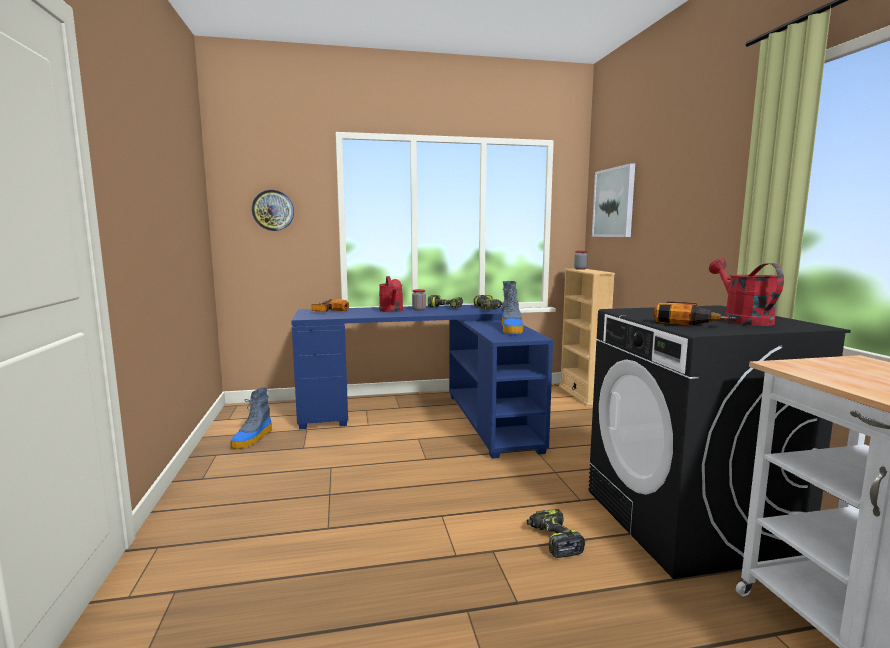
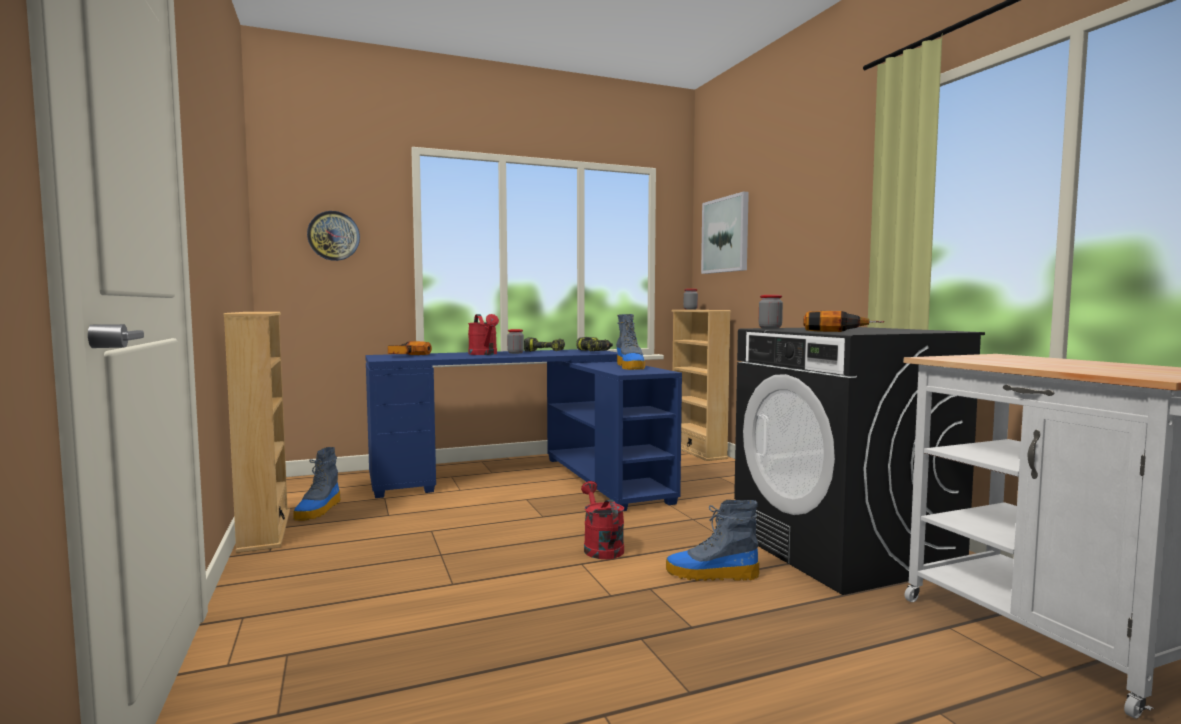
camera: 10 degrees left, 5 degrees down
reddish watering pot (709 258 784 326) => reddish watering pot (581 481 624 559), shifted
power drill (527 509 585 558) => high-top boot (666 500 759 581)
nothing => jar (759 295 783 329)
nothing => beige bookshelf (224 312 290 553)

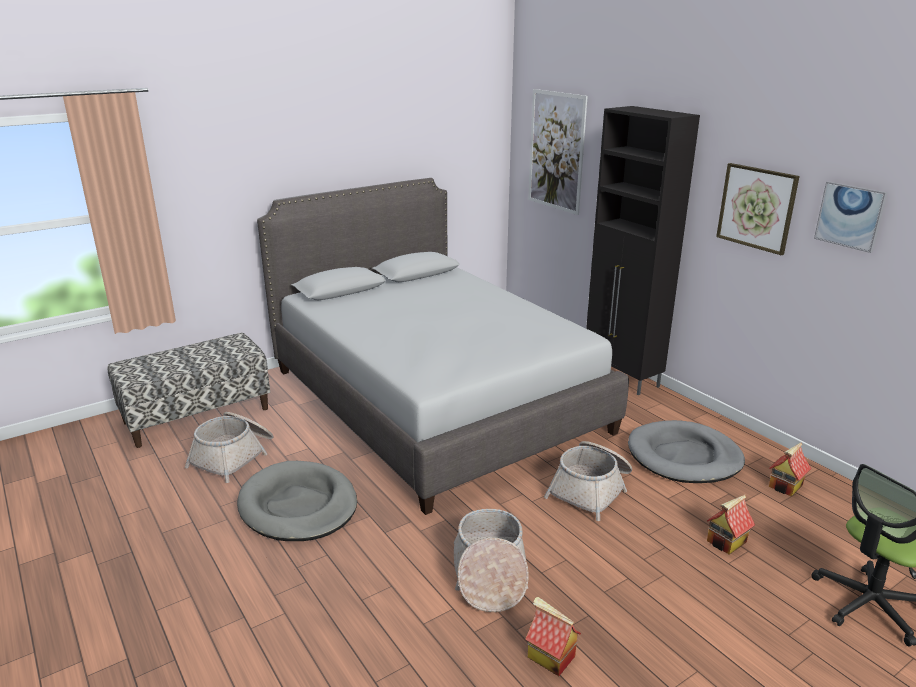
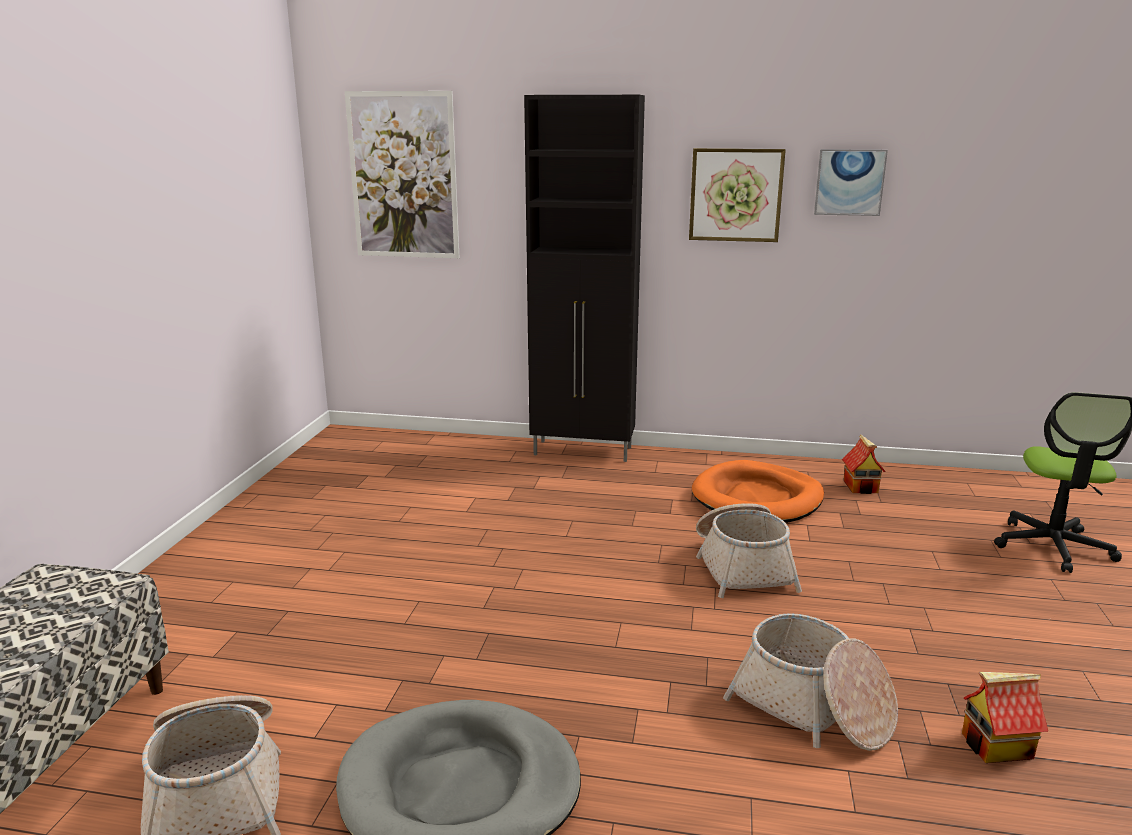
camera: 45 degrees left, 5 degrees down
greyish bed (257 178 629 515) => nothing
greyish dog cushion (628 420 745 483) => orangey dog cushion (692 460 824 523)
miniature house (706 495 755 554) => nothing

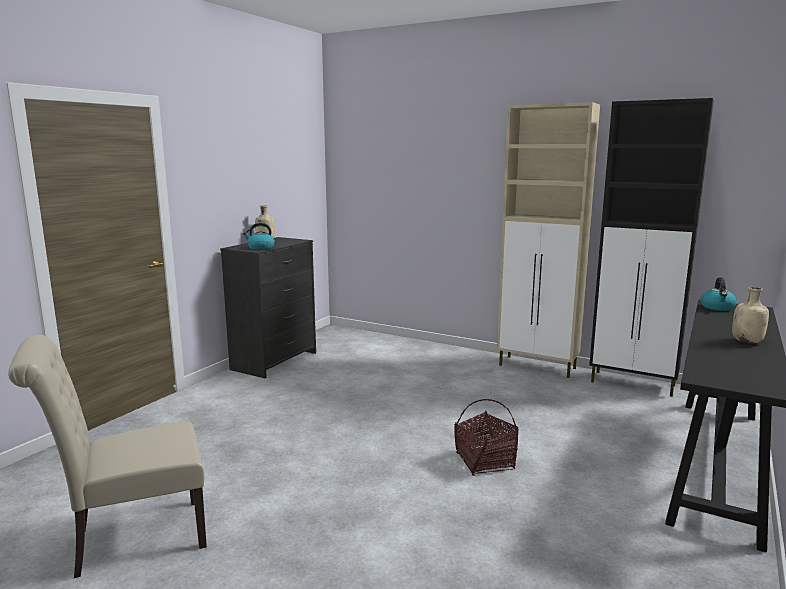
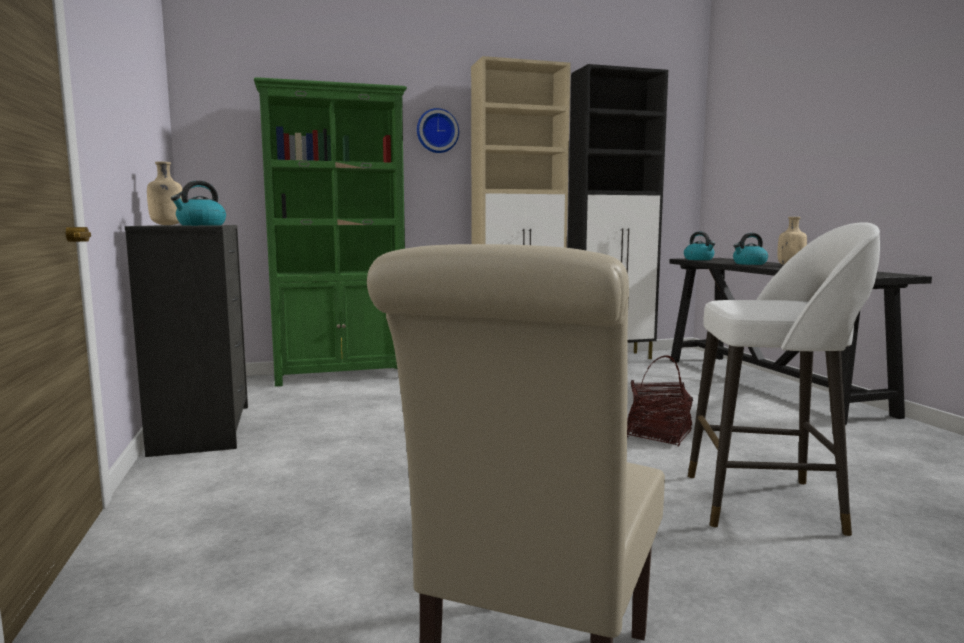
camera: 45 degrees left, 5 degrees down
nothing => greenish bookshelf (254 77 407 387)
nothing => wall clock (417 108 459 153)
nothing => white-coloured stool (688 222 880 537)
nothing => kettle (733 233 768 265)

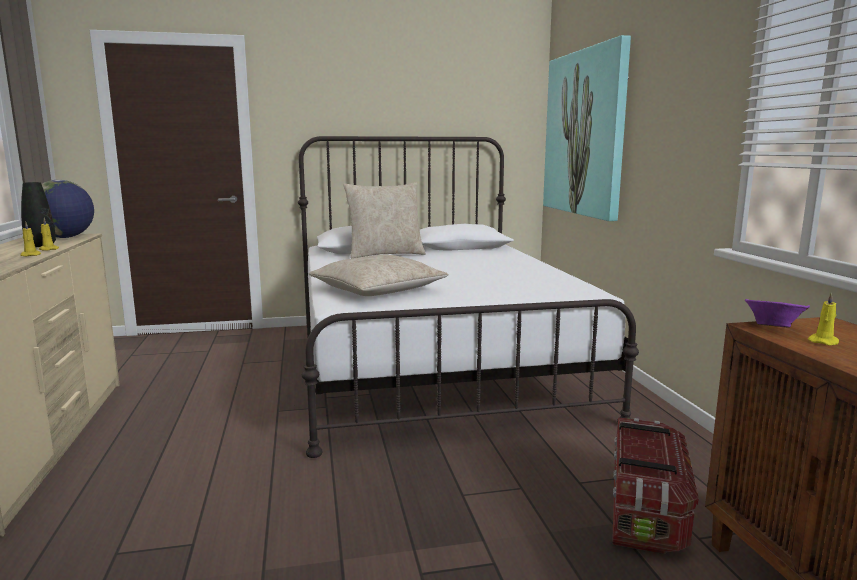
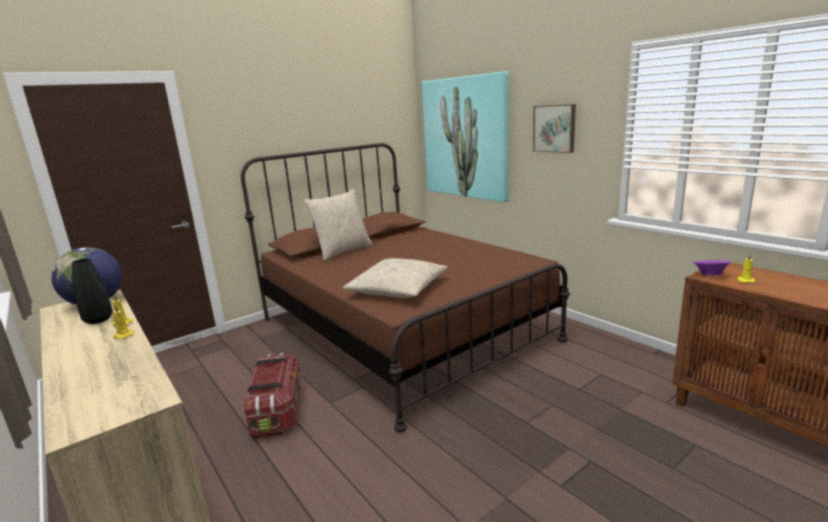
camera: 25 degrees left, 5 degrees up
white-coloured bed (298 136 639 458) => brownish bed (241 143 570 432)
storage box (612 417 699 554) => storage box (244 353 301 438), shifted
nothing => wall art (533 104 576 153)

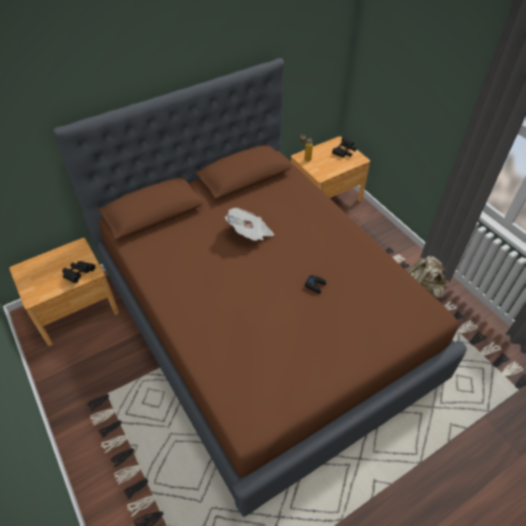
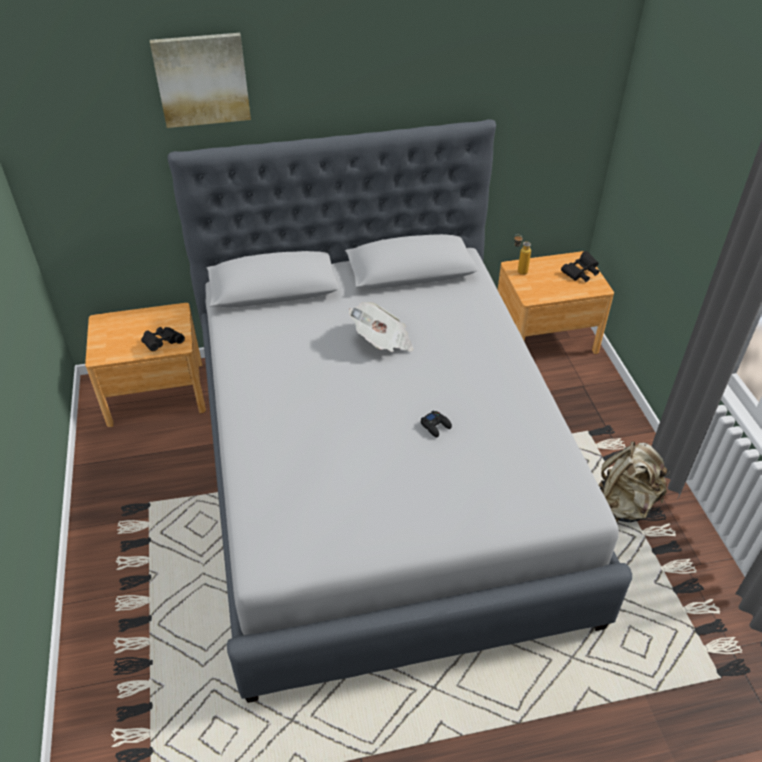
camera: 20 degrees right, 5 degrees down
brownish bed (53 58 467 517) => greyish bed (167 119 632 703)
nothing => wall art (150 33 251 128)

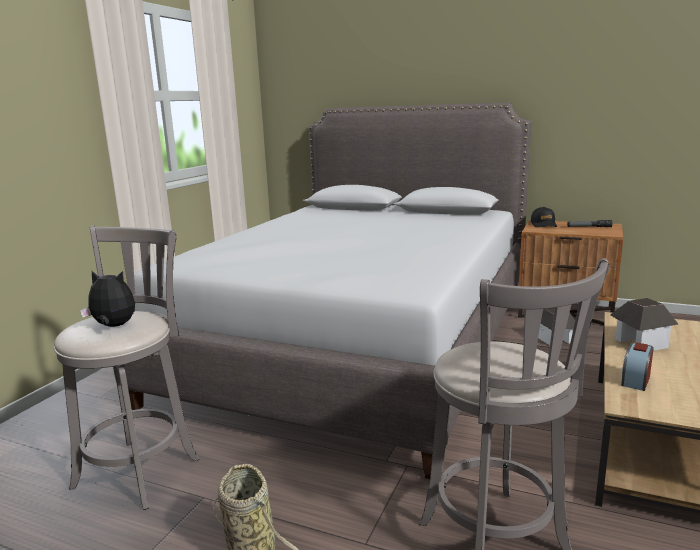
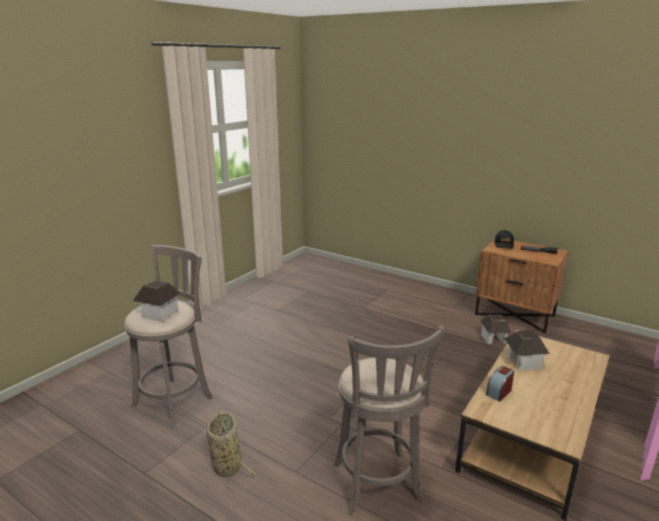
camera: 10 degrees right, 5 degrees up
greyish bed (113 103 532 479) => nothing
plush toy (80 271 135 327) => miniature house (133 281 182 322)

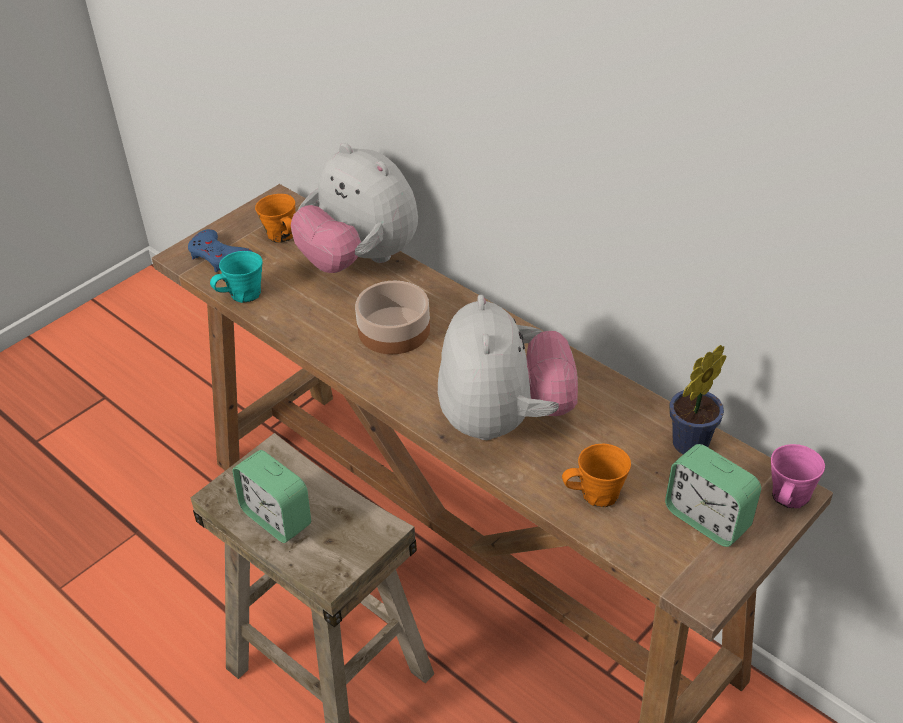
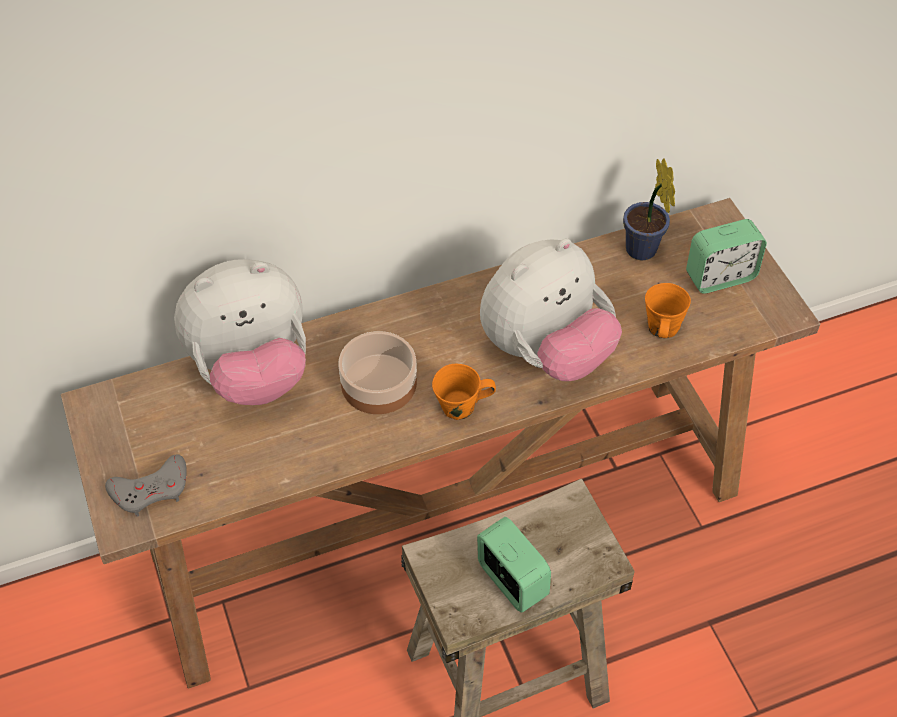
camera: 65 degrees left, 10 degrees up
orangey tea mug (255 194 295 243) => orangey tea mug (432 364 496 420), shifted
bluish game controller (188 229 253 272) => greyish game controller (105 454 187 517)
blue-green tea mug (210 251 263 303) => nothing
plush toy (438 295 578 440) => plush toy (480 238 622 381), 120 degrees clockwise
pinkish tea mug (771 444 825 508) => nothing
table clock (232 450 311 543) => table clock (477 517 551 613), 105 degrees counterclockwise

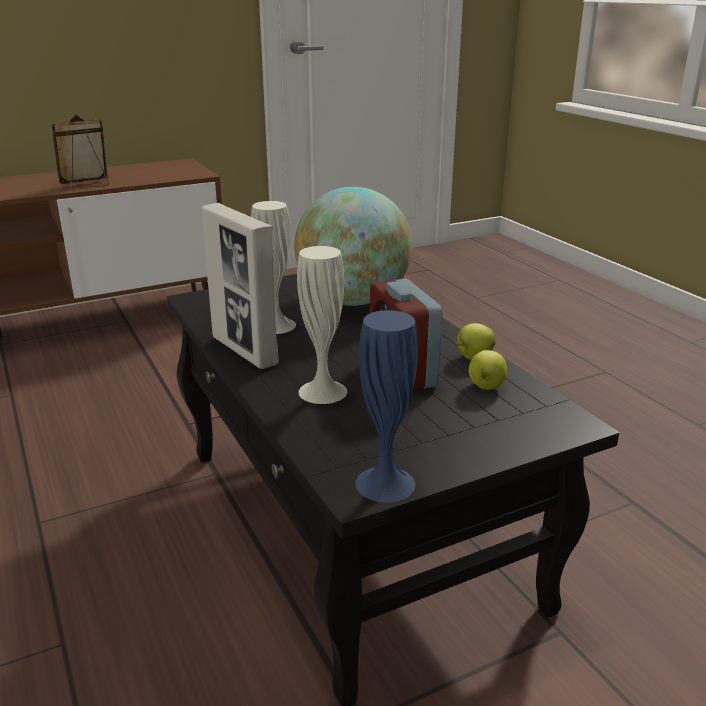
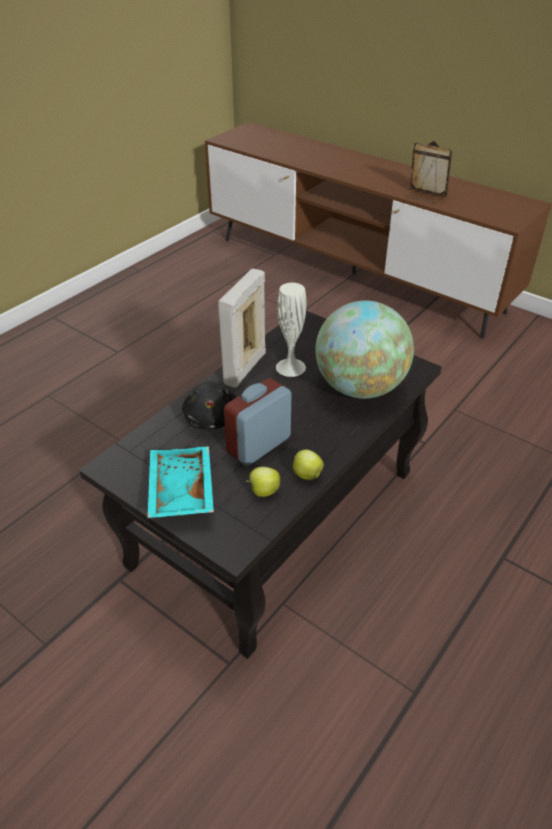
camera: 65 degrees right, 15 degrees up
white-coloured decorative vase (297 246 347 404) => blackish plush toy (182 381 237 430)
bluish decorative vase (355 310 418 503) => nothing
nothing => blue-green carrying tray (147 446 214 518)

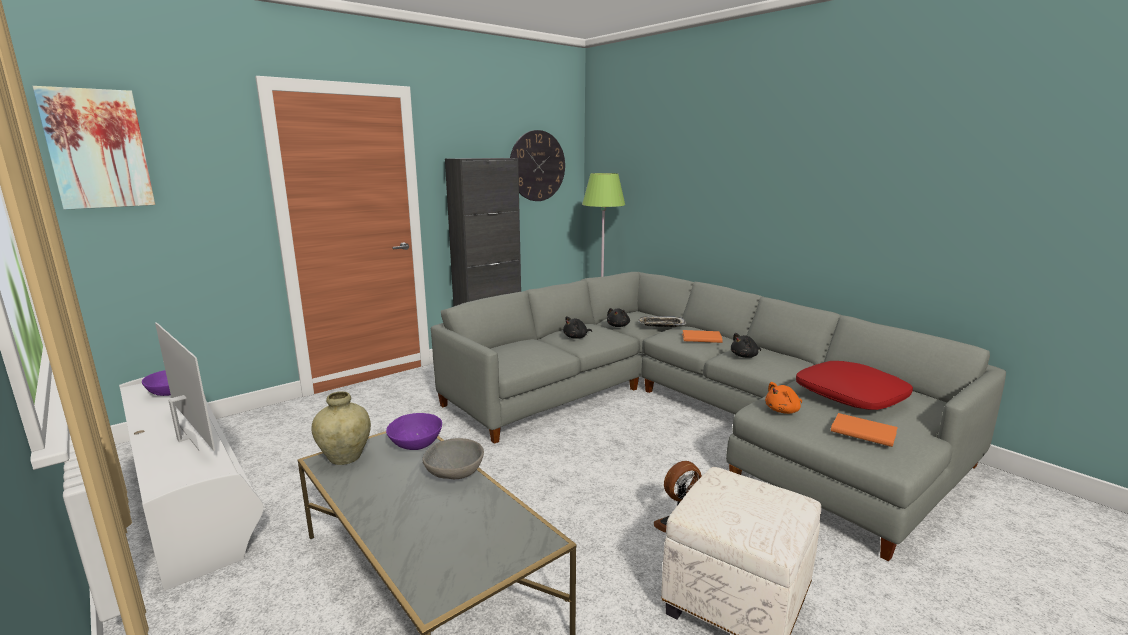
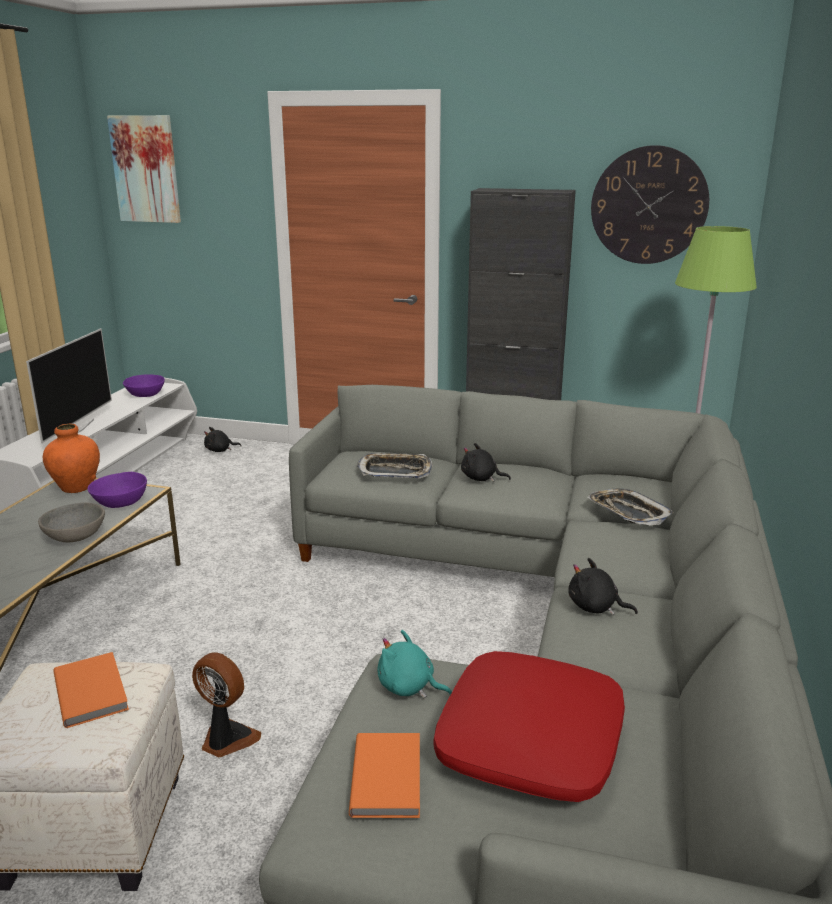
camera: 55 degrees right, 5 degrees up
blackish plush toy (607 308 630 327) => blackish plush toy (204 427 241 452), shifted
orangey book (682 330 723 343) => orangey book (53 652 129 728), shifted
orangey plush toy (765 382 802 414) => blue-green plush toy (377 630 452 698)
beige decorative vase (311 391 371 465) => orangey decorative vase (43 424 100 493)
nothing => carrying tray (357 453 433 478)

